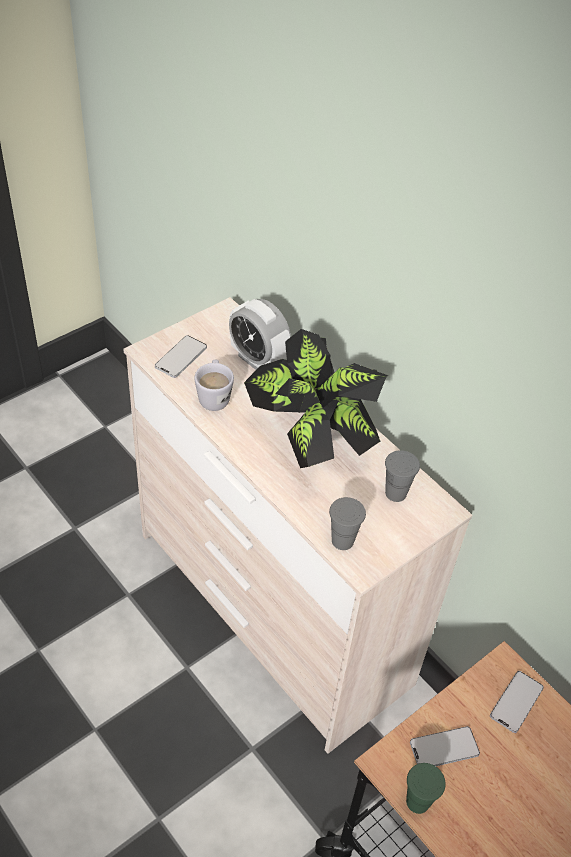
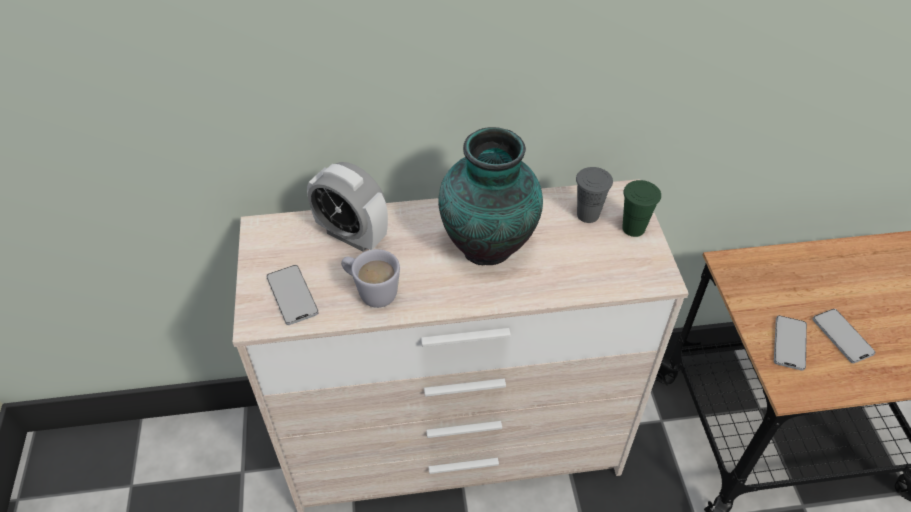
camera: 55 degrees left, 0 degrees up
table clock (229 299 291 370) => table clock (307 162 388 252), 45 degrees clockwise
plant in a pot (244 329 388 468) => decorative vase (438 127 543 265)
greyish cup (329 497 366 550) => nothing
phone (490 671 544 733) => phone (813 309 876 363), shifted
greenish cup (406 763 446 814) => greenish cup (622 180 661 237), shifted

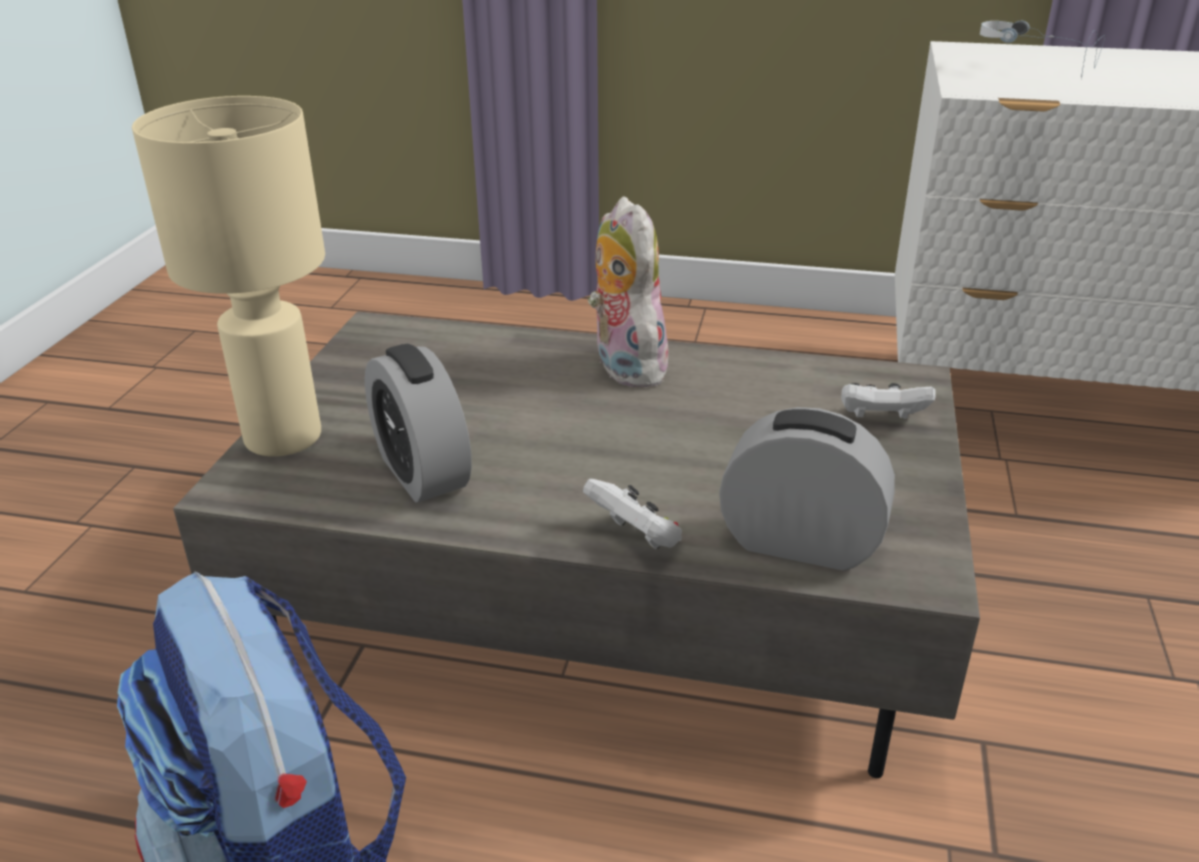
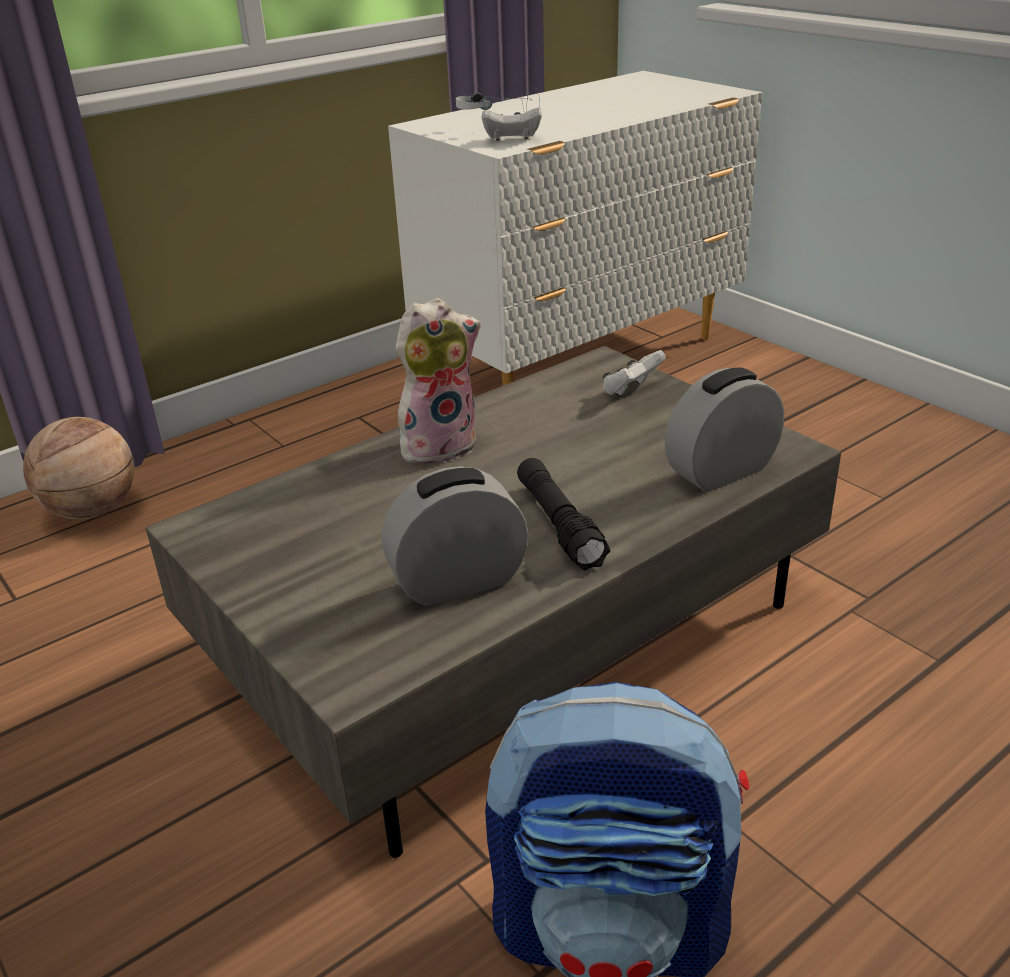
camera: 50 degrees left, 0 degrees up
beige table lamp (132 96 325 457) => nothing
plush toy (588 197 673 387) => plush toy (396 298 481 467), 135 degrees clockwise
table clock (365 344 472 503) => table clock (382 466 528 606), 150 degrees clockwise
white-coloured game controller (583 479 682 549) => white-coloured game controller (482 107 542 140), shifted
nothing => ball for basketball (23 417 134 519)
nothing => blackish hand torch (517 458 610 571)

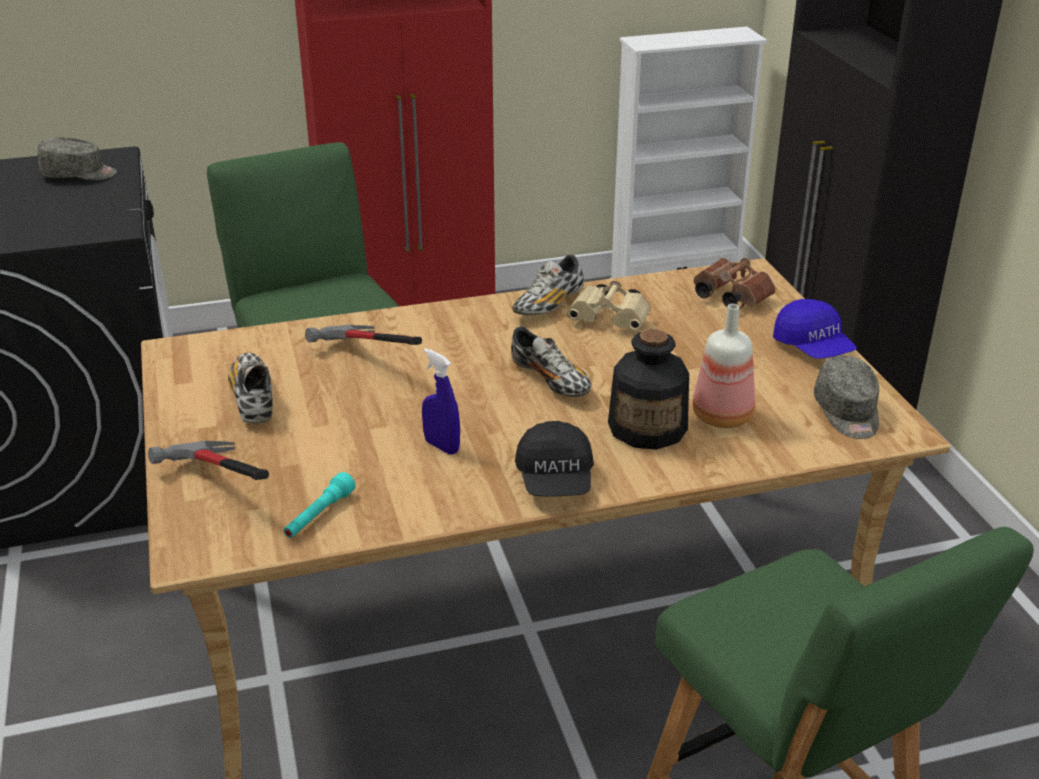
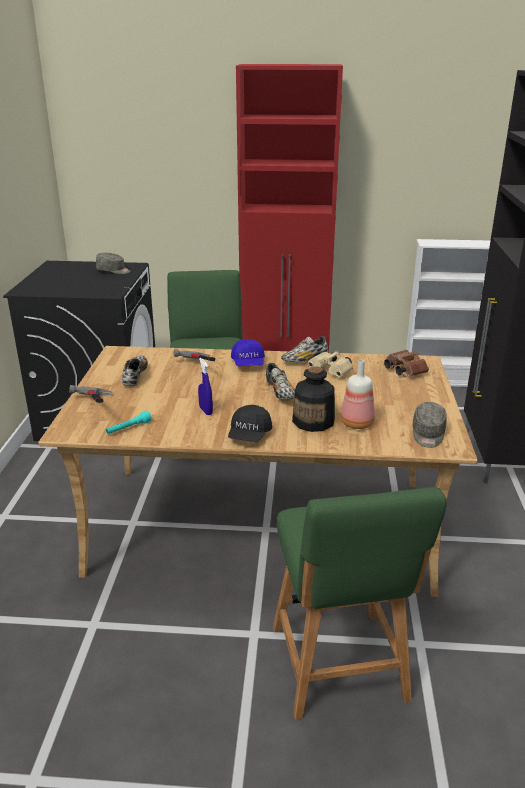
camera: 20 degrees right, 5 degrees down
bluish peaked cap (773 299 857 359) => bluish peaked cap (231 339 265 366), shifted

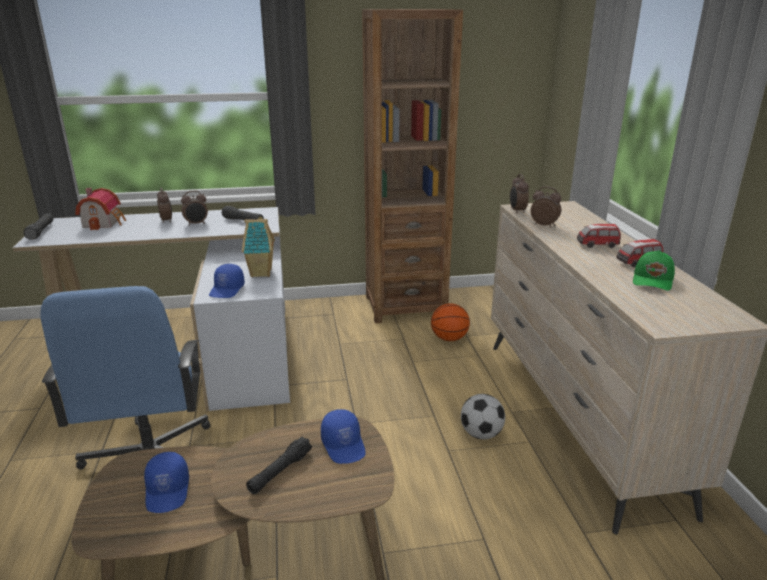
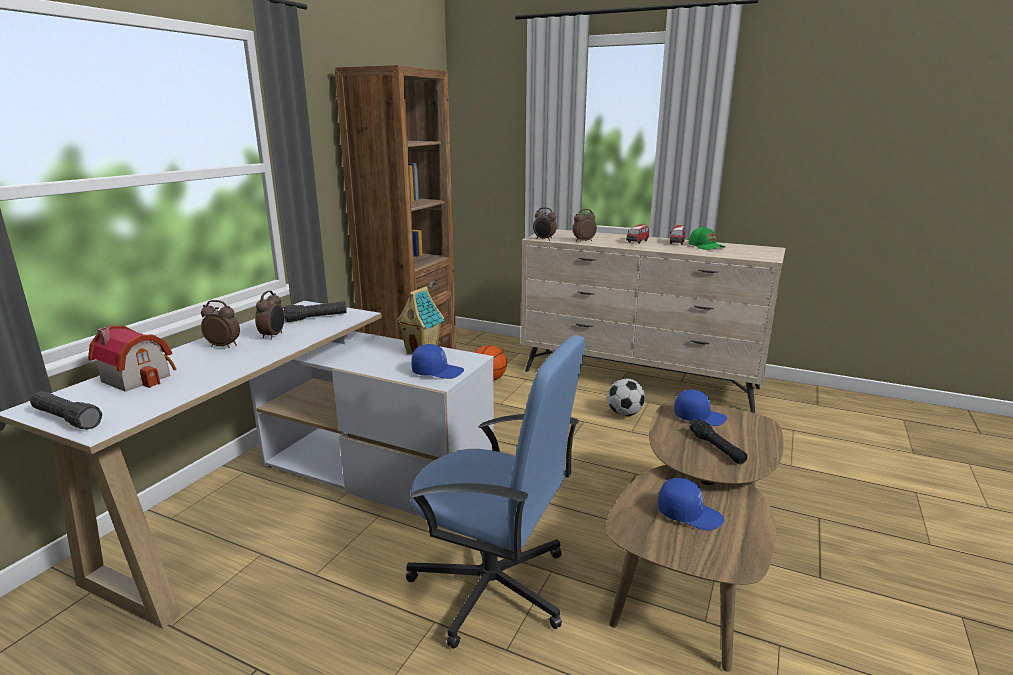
camera: 55 degrees left, 5 degrees down
bluish peaked cap (209 264 245 298) => bluish peaked cap (411 344 464 379), 45 degrees counterclockwise

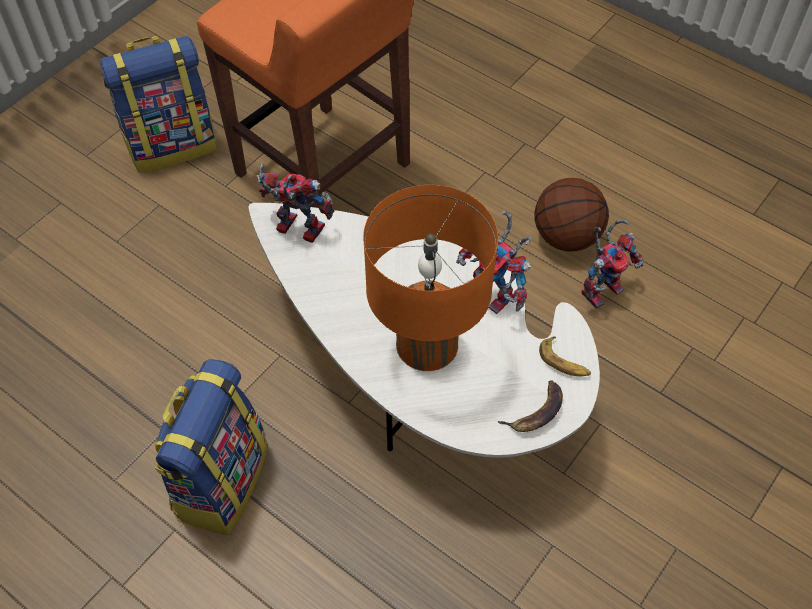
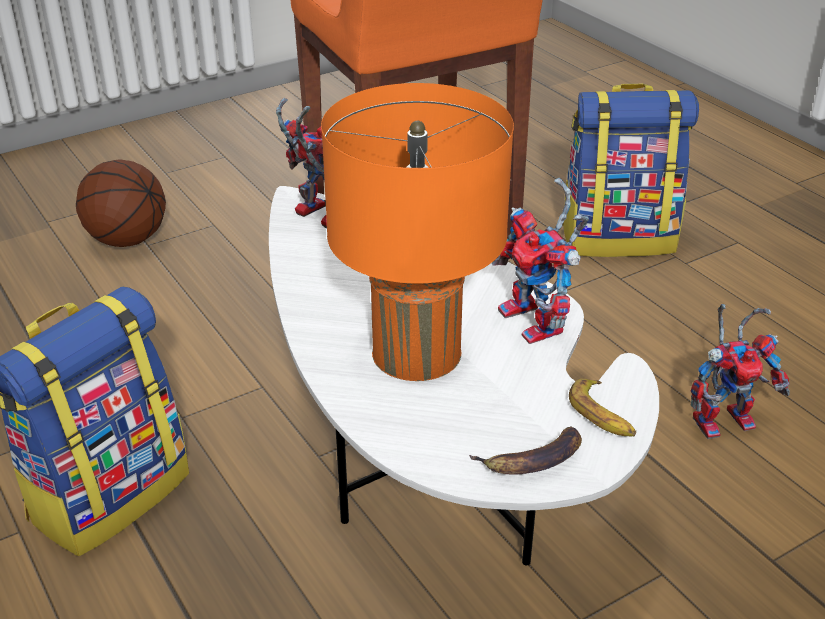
camera: 20 degrees right, 20 degrees down
rucksack (100 36 217 172) => rucksack (562 84 699 257), shifted
ball for basketball (534 178 609 252) => ball for basketball (76 159 166 247), shifted

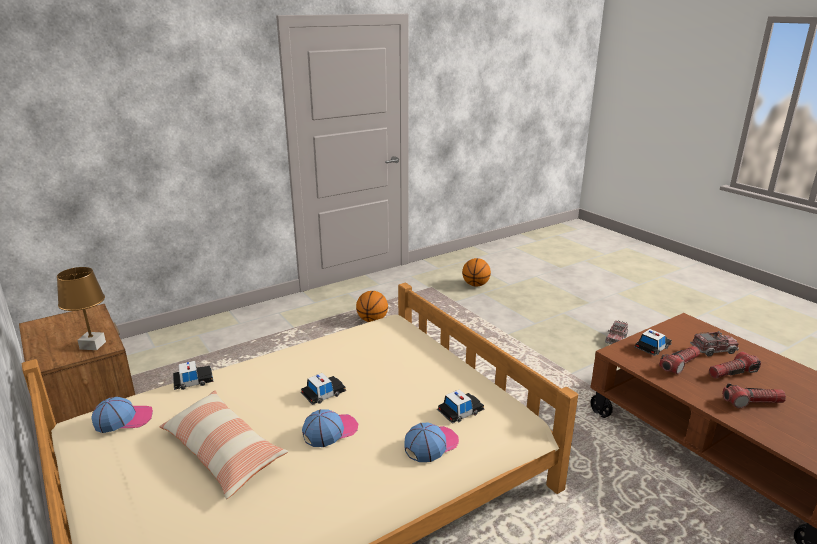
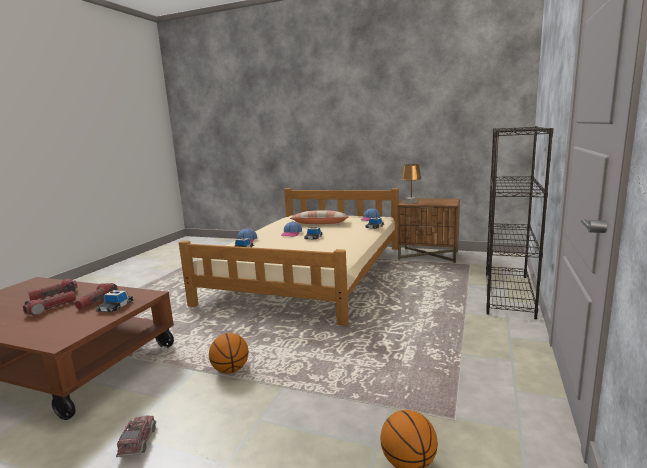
camera: 145 degrees right, 10 degrees down
ball for basketball (356 291 388 322) => ball for basketball (209 333 249 373), shifted
toy lorry (690 331 739 356) => nothing
nothing => blackish bookshelf (486 126 553 319)

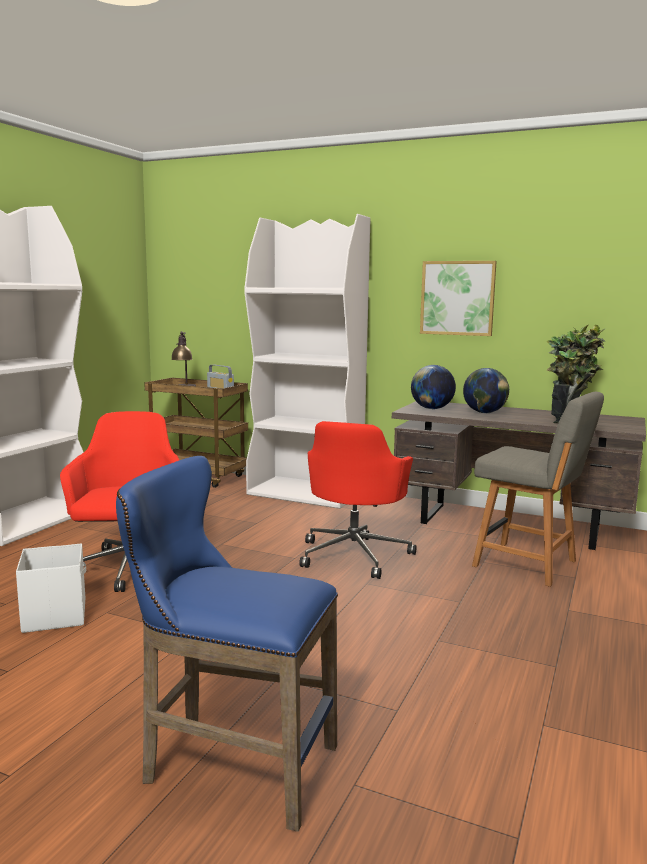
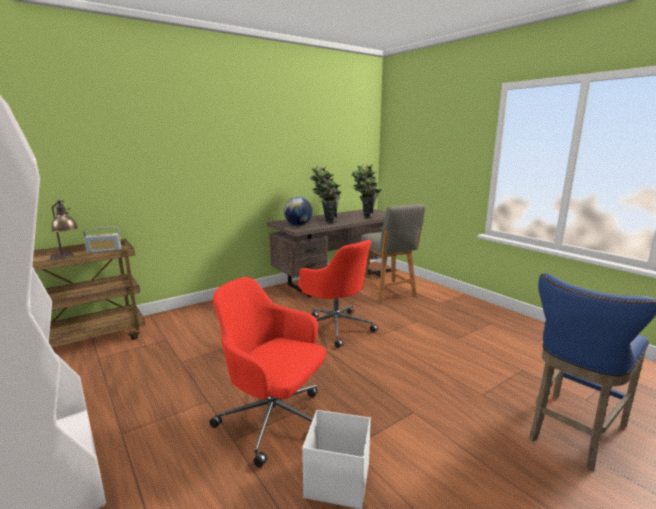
camera: 60 degrees left, 5 degrees up
white-coloured bookshelf (245 214 370 509) => nothing
wall art (420 261 497 336) => nothing
desk globe (463 368 509 413) => plant in a pot (310 165 342 223)
greyish chair (472 392 604 587) => greyish chair (361 204 425 303), 90 degrees clockwise

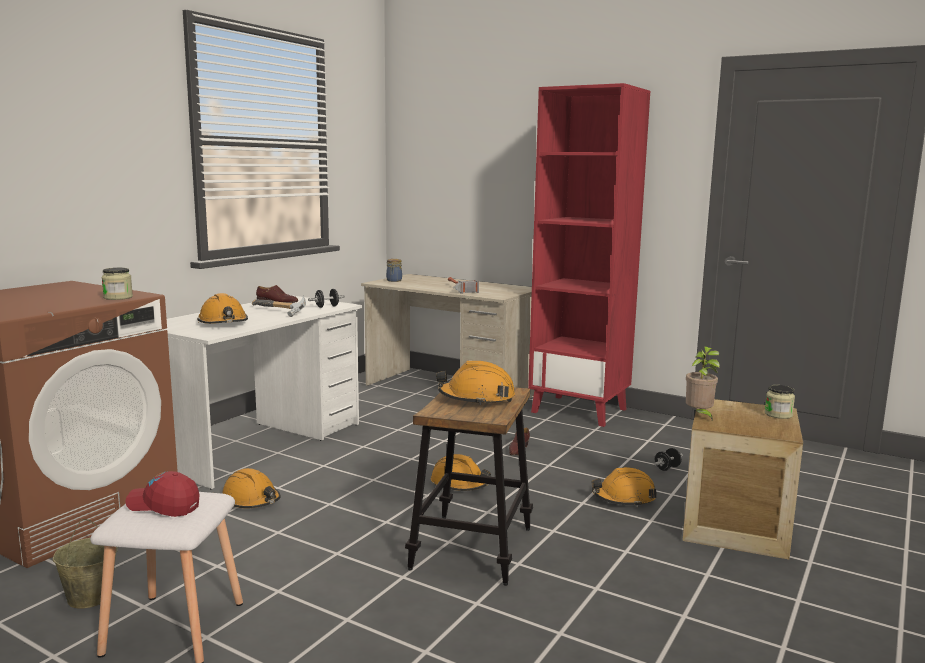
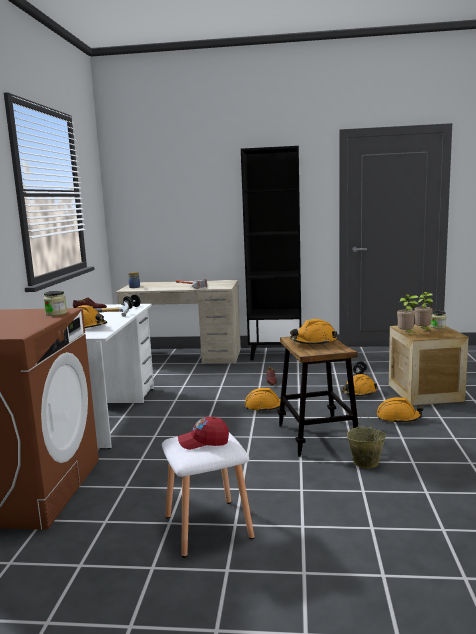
camera: 25 degrees left, 0 degrees up
reddish bookshelf (528 83 650 427) => blackish bookshelf (241 146 301 360)
orangey safety helmet (222 468 281 509) => orangey safety helmet (377 397 424 424), shifted
beige pail (52 519 118 609) => beige pail (347 415 386 468), shifted
nothing => plant in a pot (415 292 433 333)

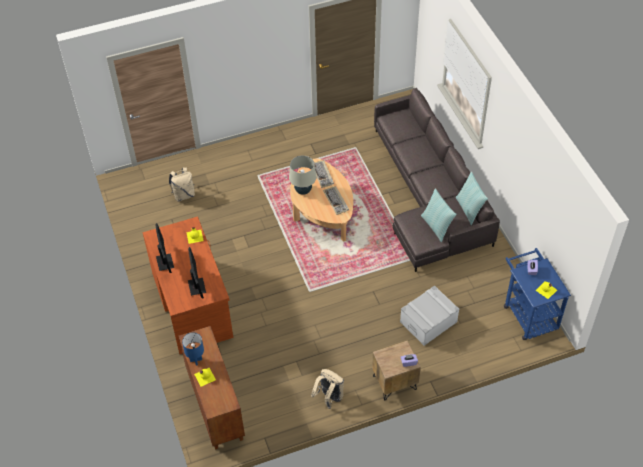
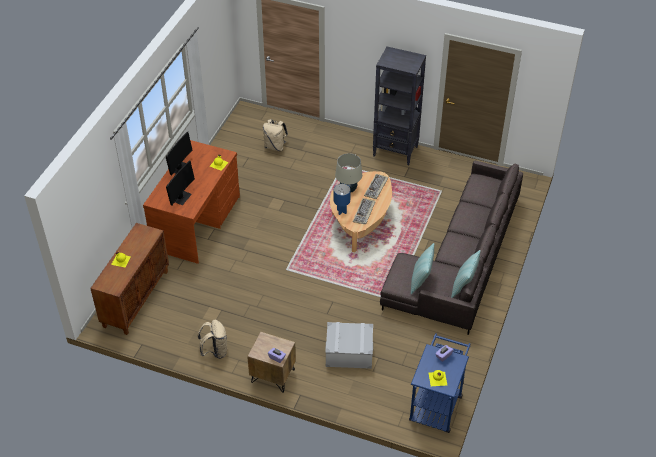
camera: 40 degrees right, 5 degrees down
bluish table lamp (182 332 204 366) => bluish table lamp (334 184 351 215), shifted
nothing => blackish bookshelf (373 46 426 165)

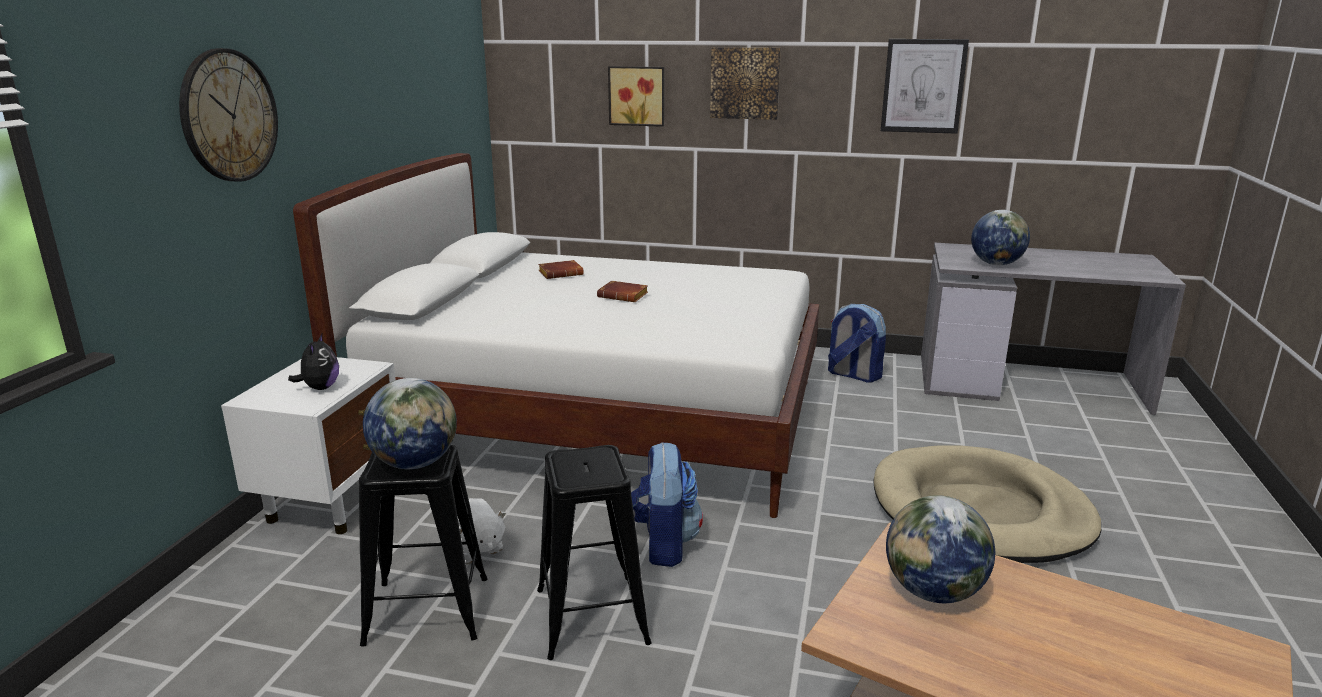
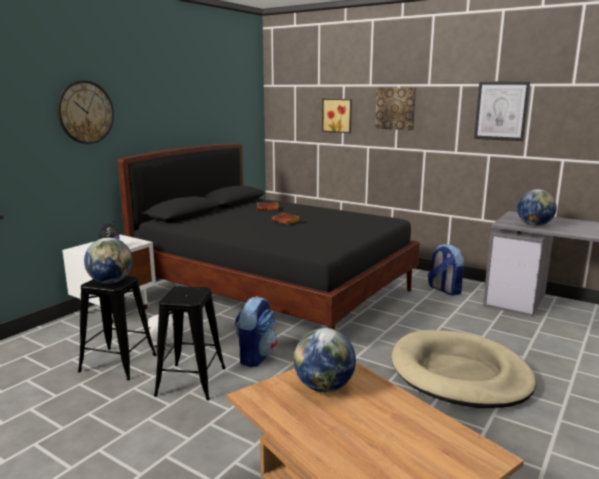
camera: 20 degrees right, 5 degrees down
white-coloured bed (293 153 819 518) => blackish bed (117 143 420 330)

